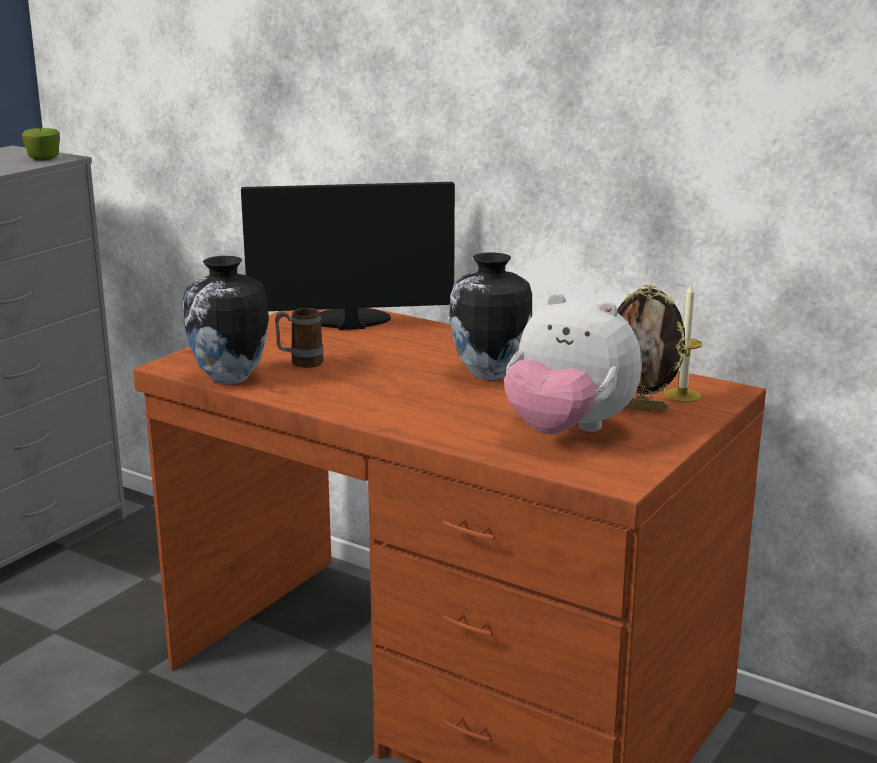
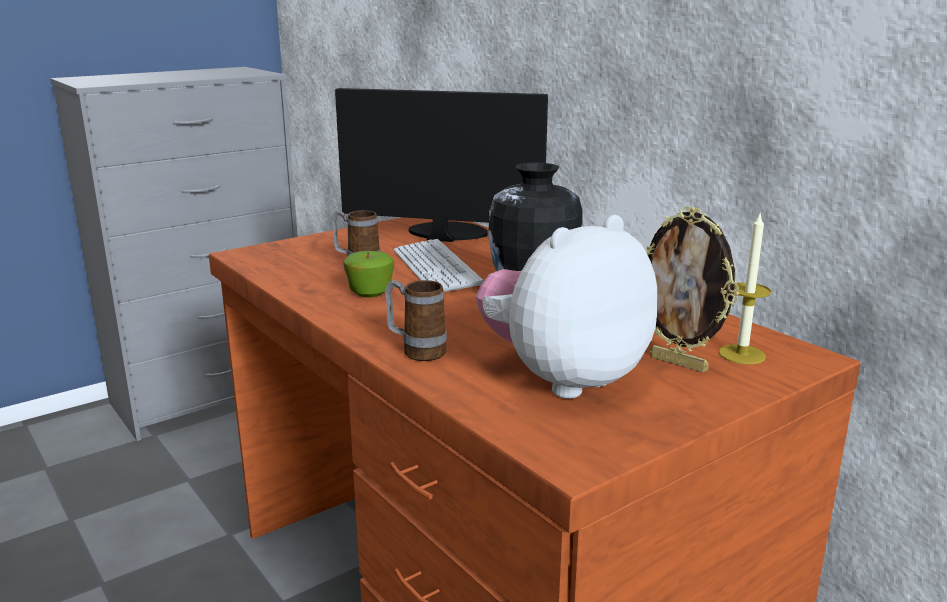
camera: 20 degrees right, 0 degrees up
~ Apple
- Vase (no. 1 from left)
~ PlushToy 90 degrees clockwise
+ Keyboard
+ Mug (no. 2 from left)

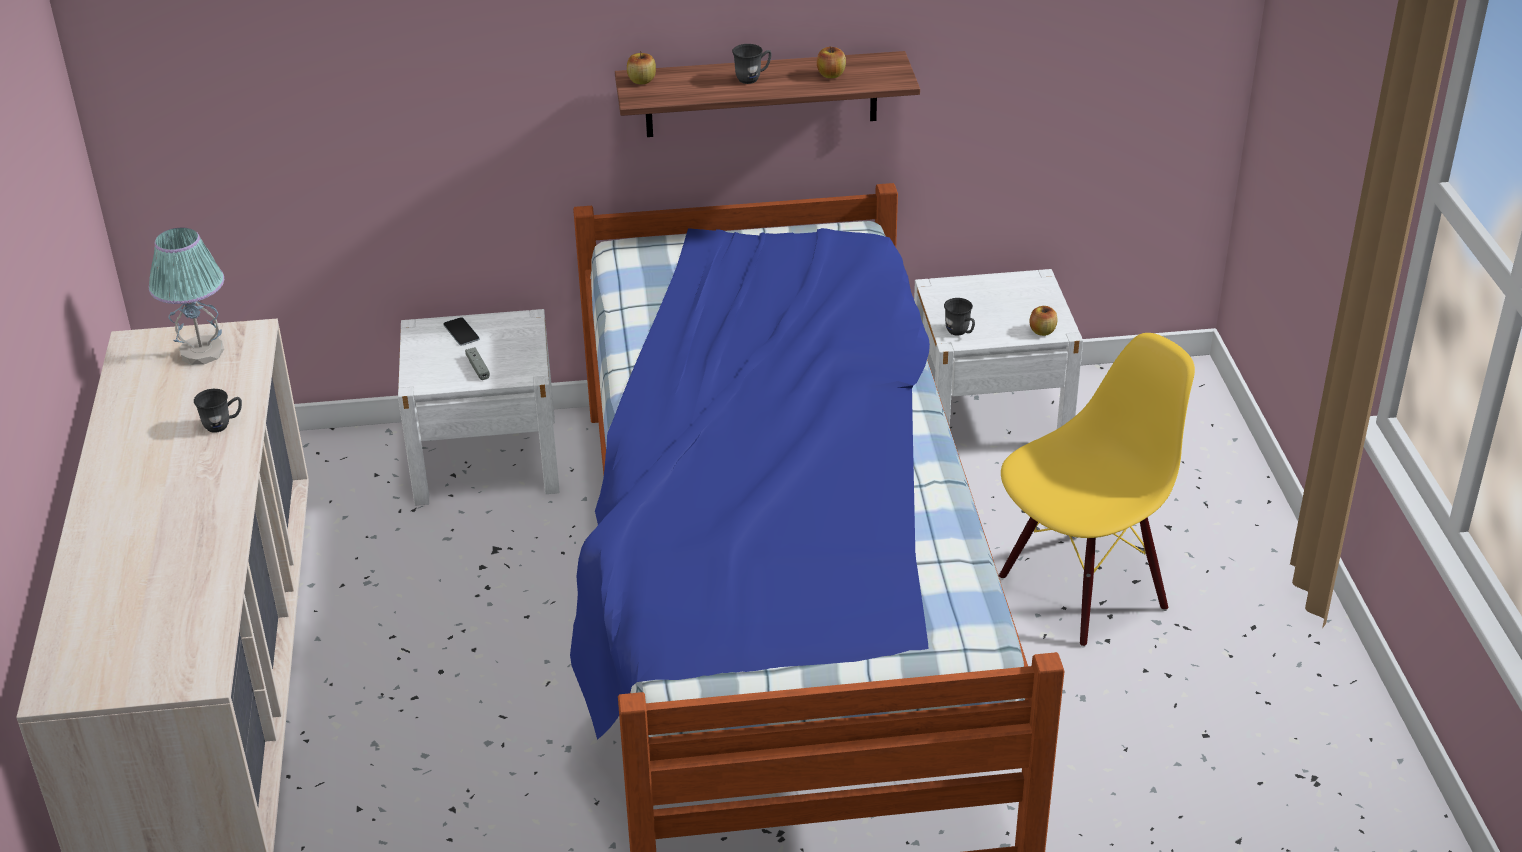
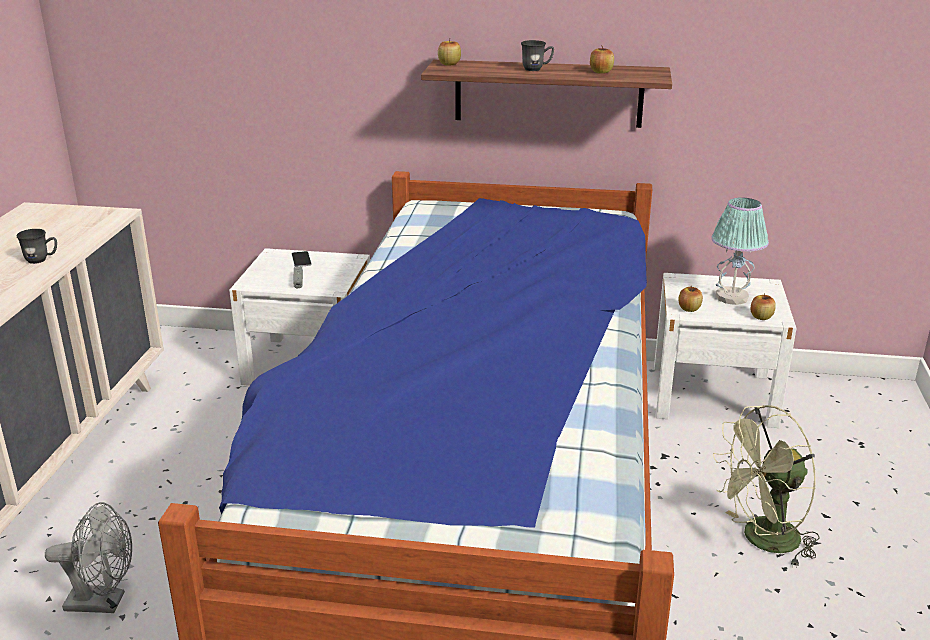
camera: 15 degrees right, 10 degrees down
~ TableLamp
~ GreyMug (no. 3 from left) to Apple (no. 3 from left)
~ YellowChair to GreenFan
+ GreyFan

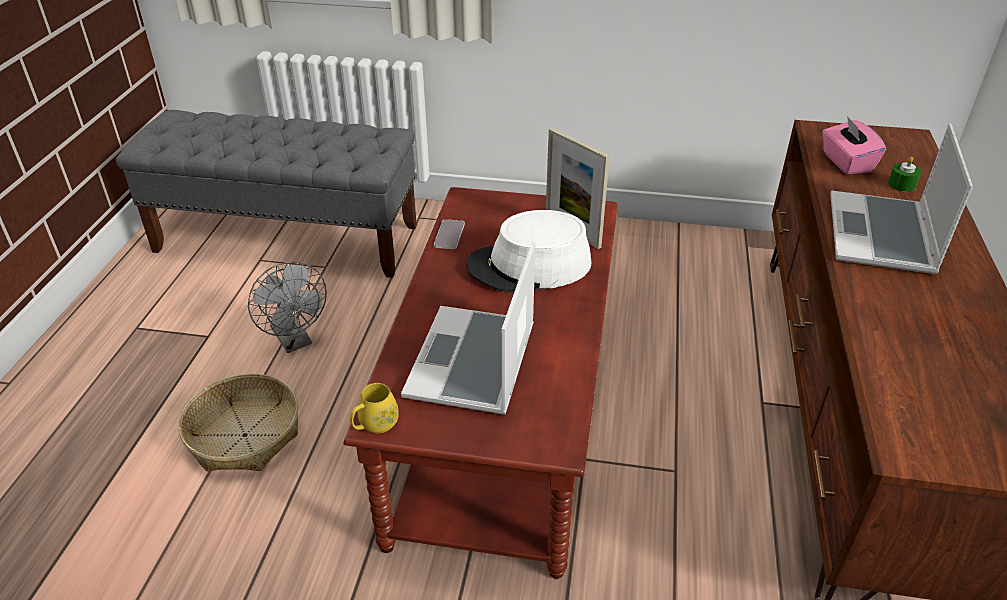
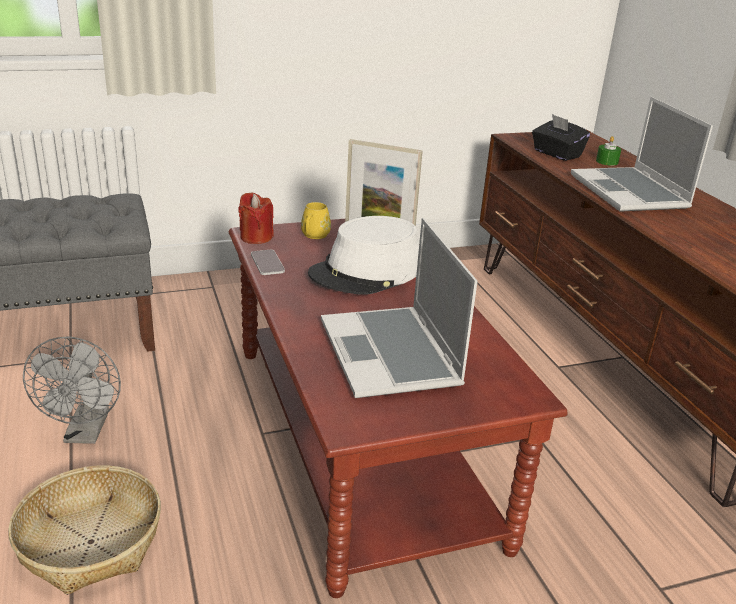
camera: 30 degrees left, 10 degrees down
~ PinkTissueBox to BlackTissueBox
~ GreyFan 60 degrees clockwise
~ YellowMug
+ RedCandle

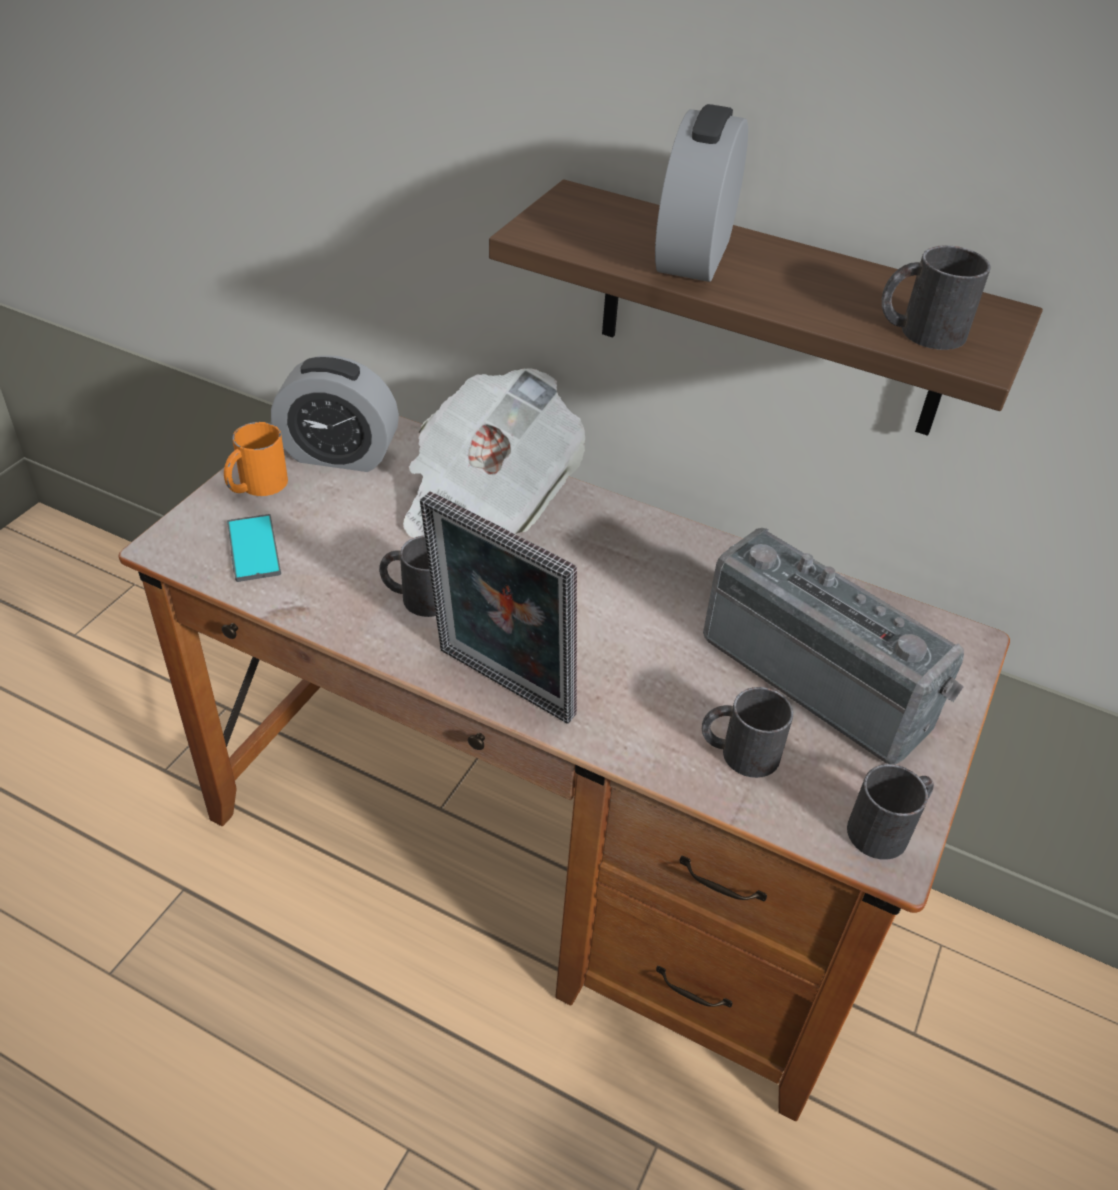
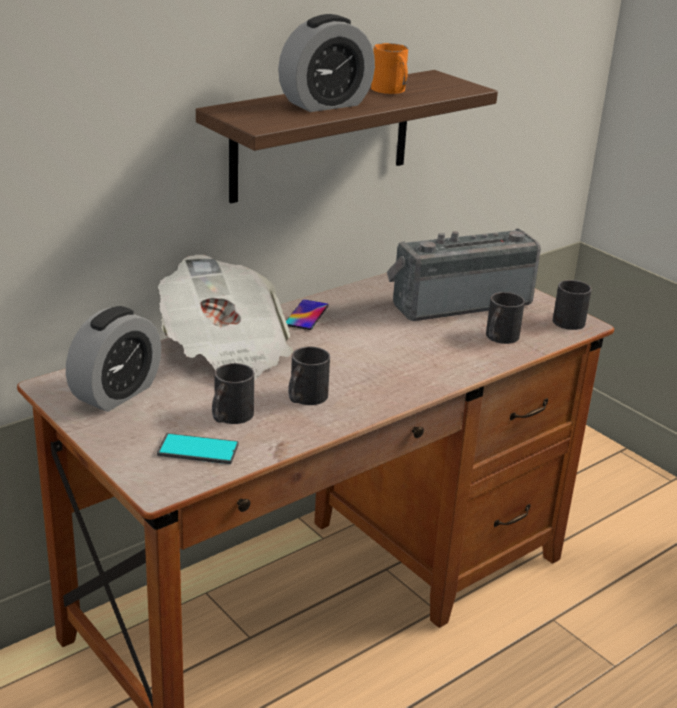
camera: 65 degrees left, 15 degrees down
~ AlarmClock (no. 2 from left) 75 degrees counterclockwise
~ BlackMug (no. 4 from left in the first image) to BlackMug (no. 1 from left)
~ OrangeMug
- PictureFrame
+ Phone (no. 2 from left)

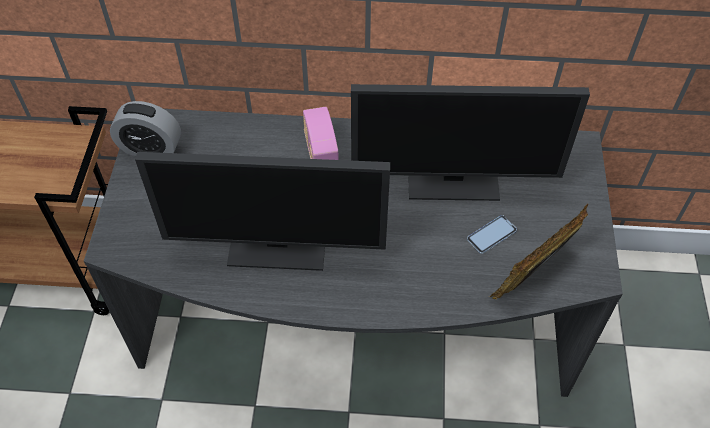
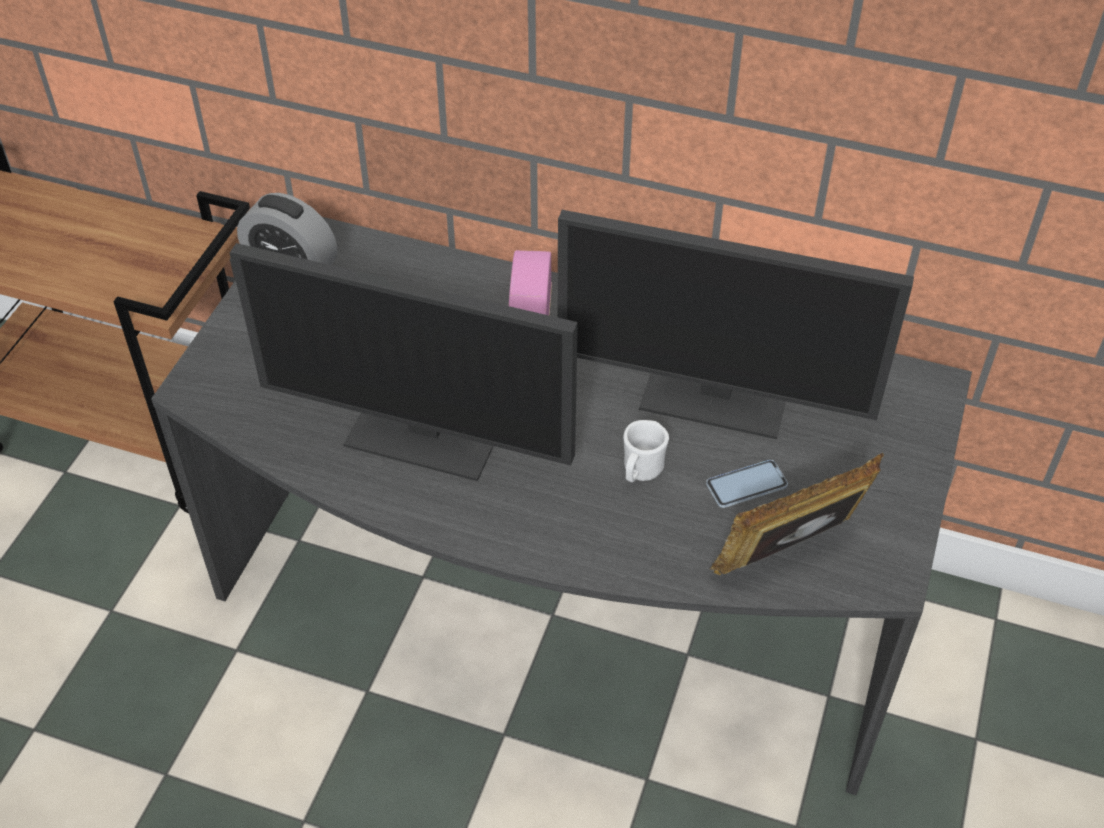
camera: 15 degrees right, 5 degrees down
+ WhiteMug

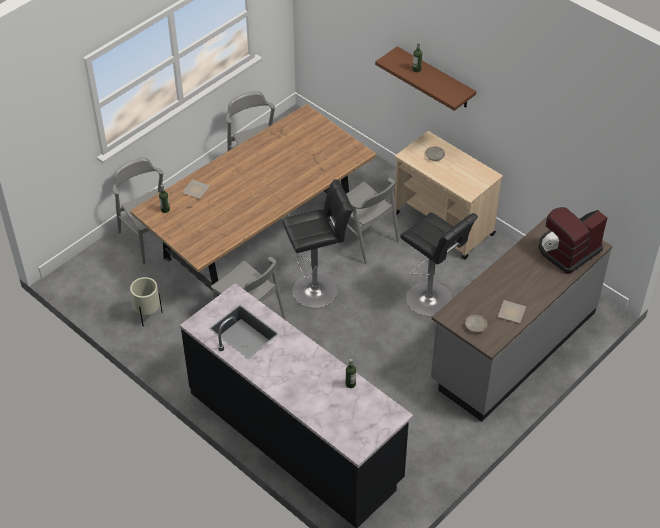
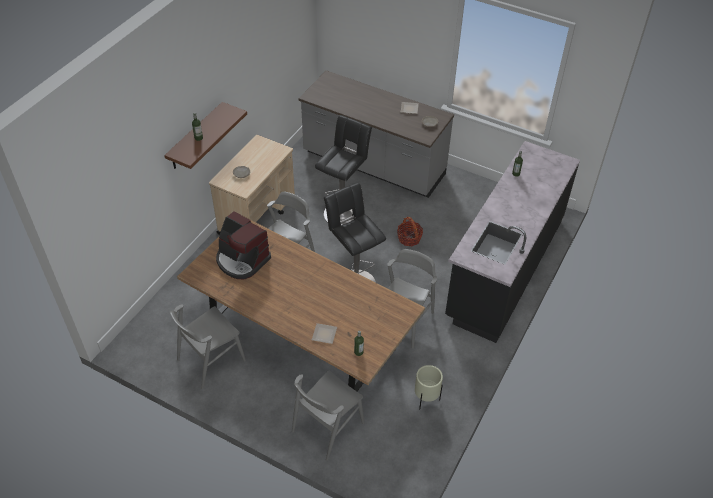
camera: 105 degrees left, 0 degrees up
~ CoffeeMachine
+ Basket

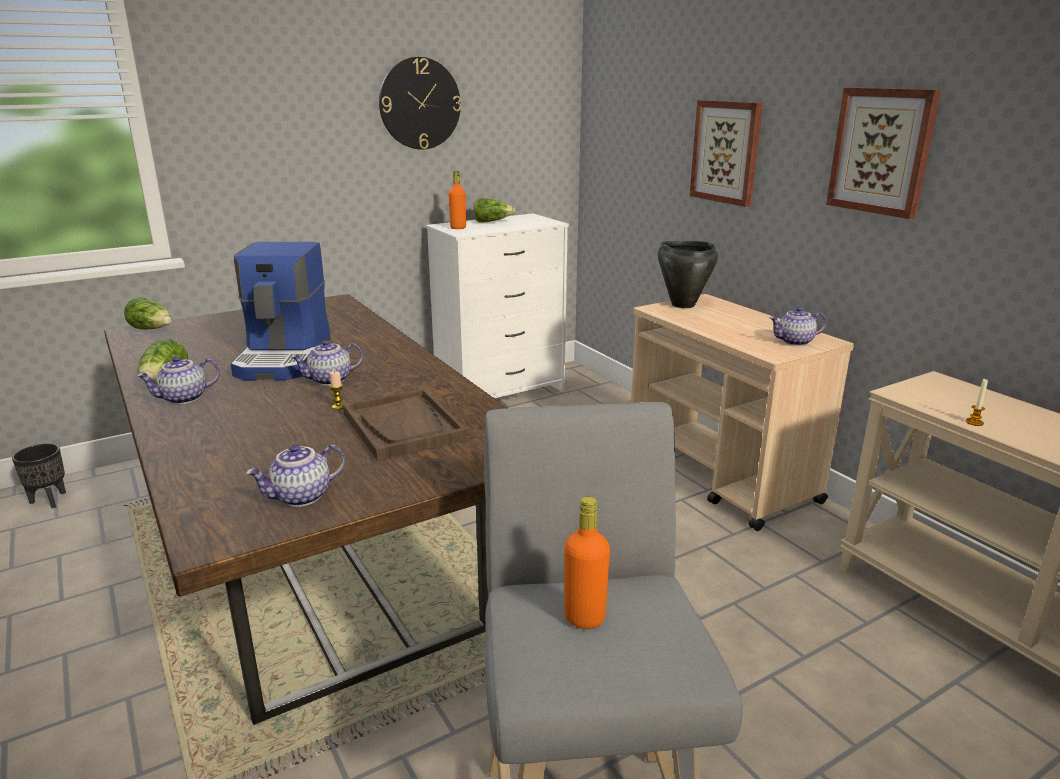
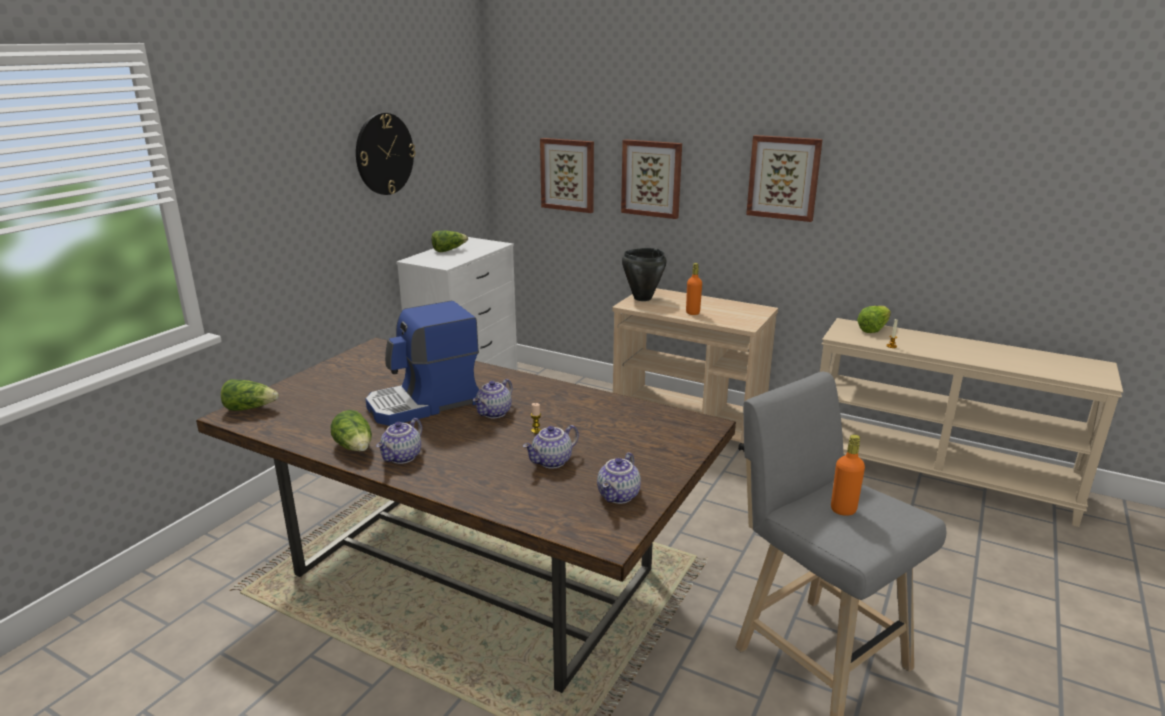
camera: 30 degrees left, 0 degrees up
~ OrangeBottle (no. 1 from left)
~ CoffeeMachine 90 degrees clockwise
~ Teapot (no. 4 from left in the first image) to Teapot (no. 3 from left)
- BrownTray
- BlackPlanter
+ Picture (no. 1 from left)
+ Lettuce (no. 4 from left)

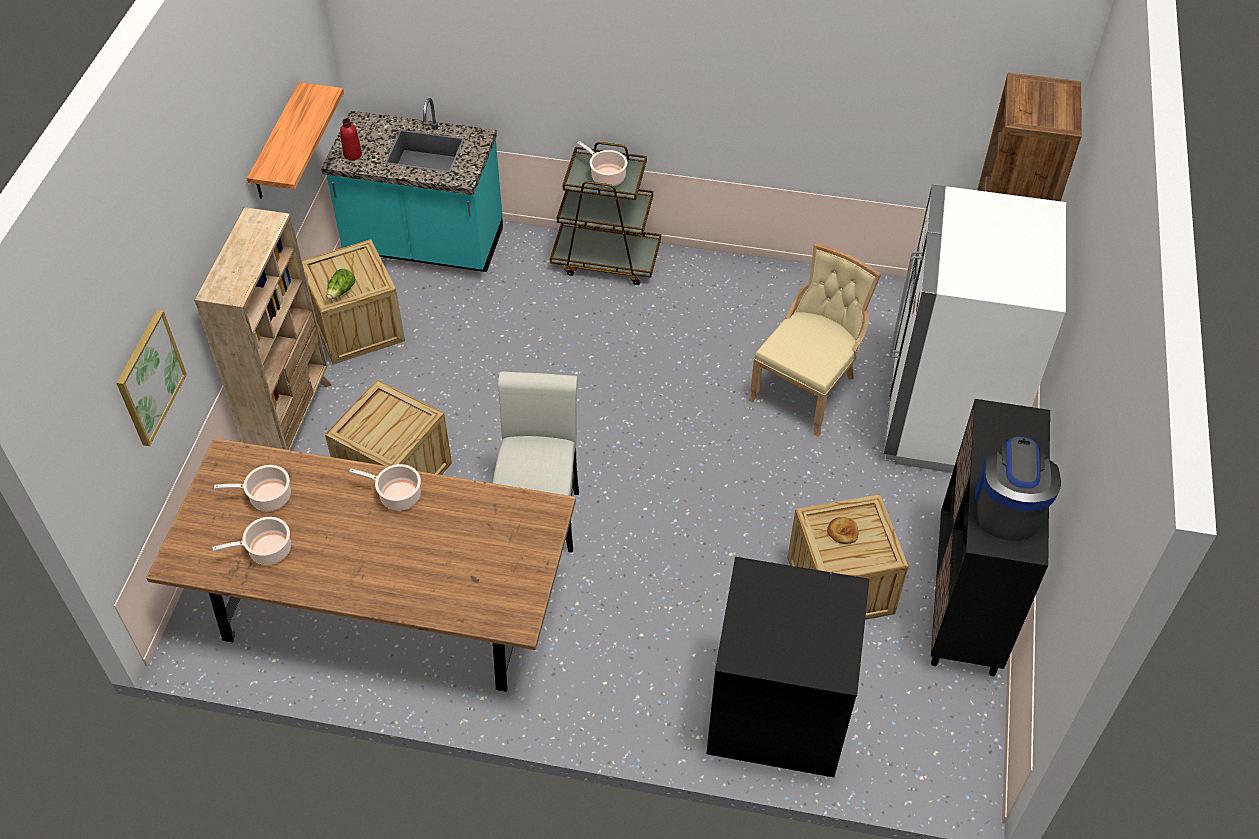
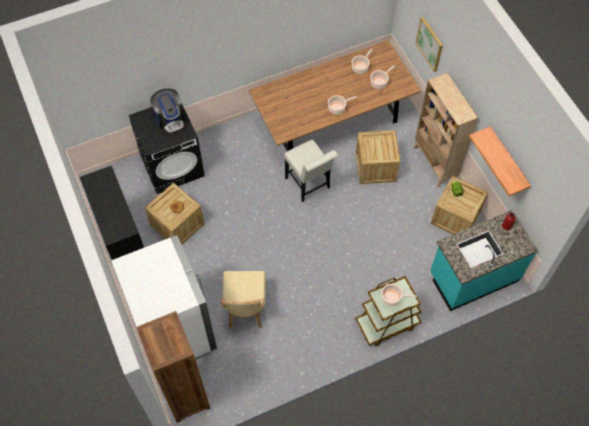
camera: 145 degrees right, 10 degrees up
~ CoffeeMachine

